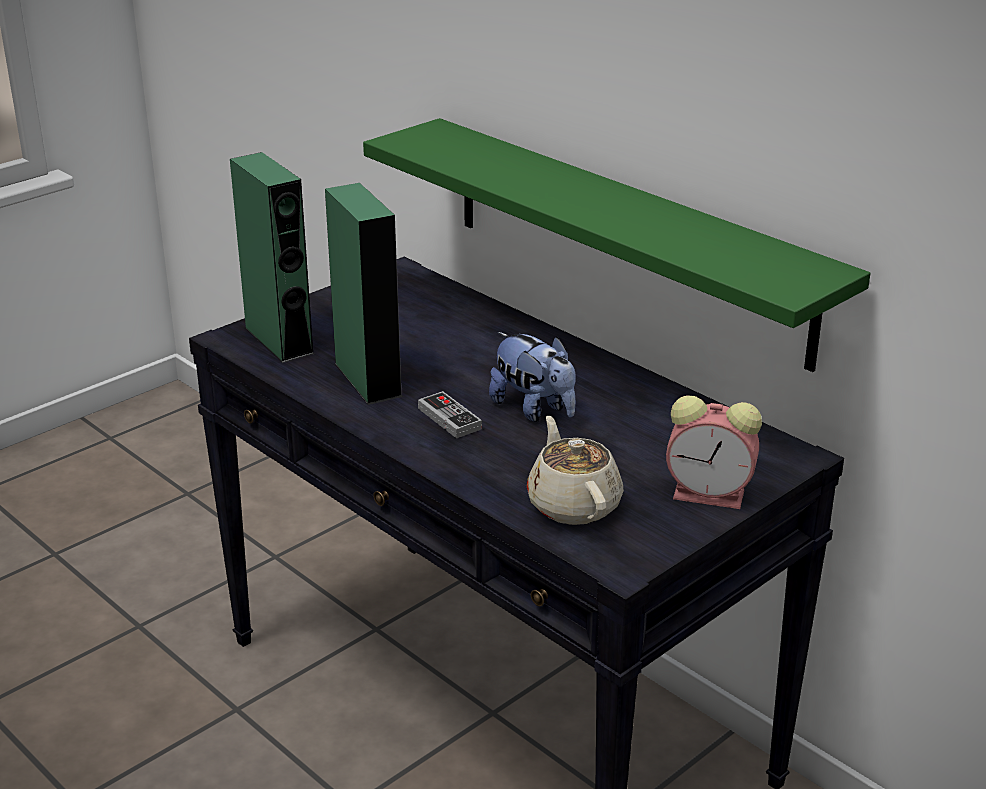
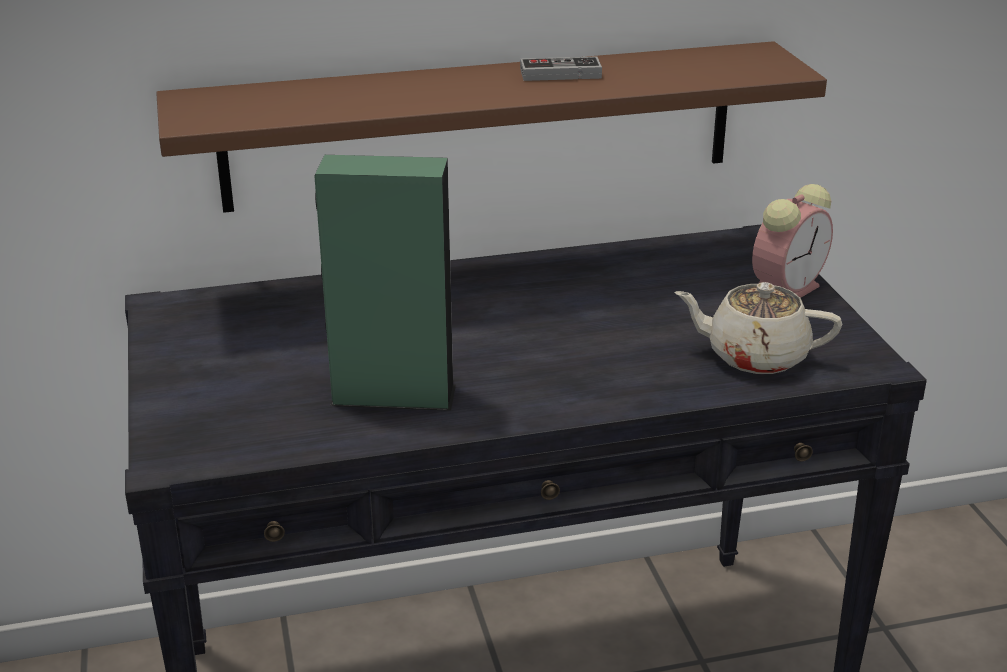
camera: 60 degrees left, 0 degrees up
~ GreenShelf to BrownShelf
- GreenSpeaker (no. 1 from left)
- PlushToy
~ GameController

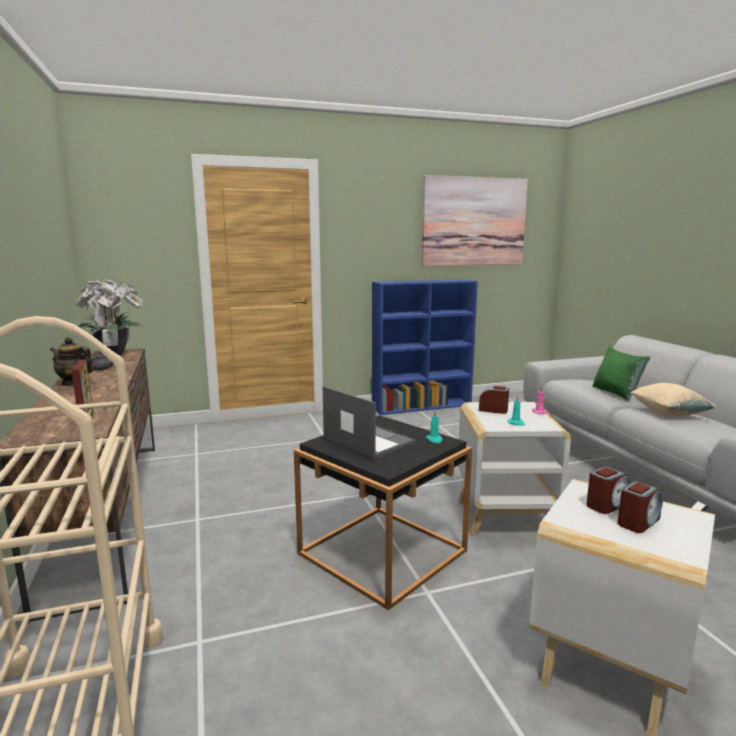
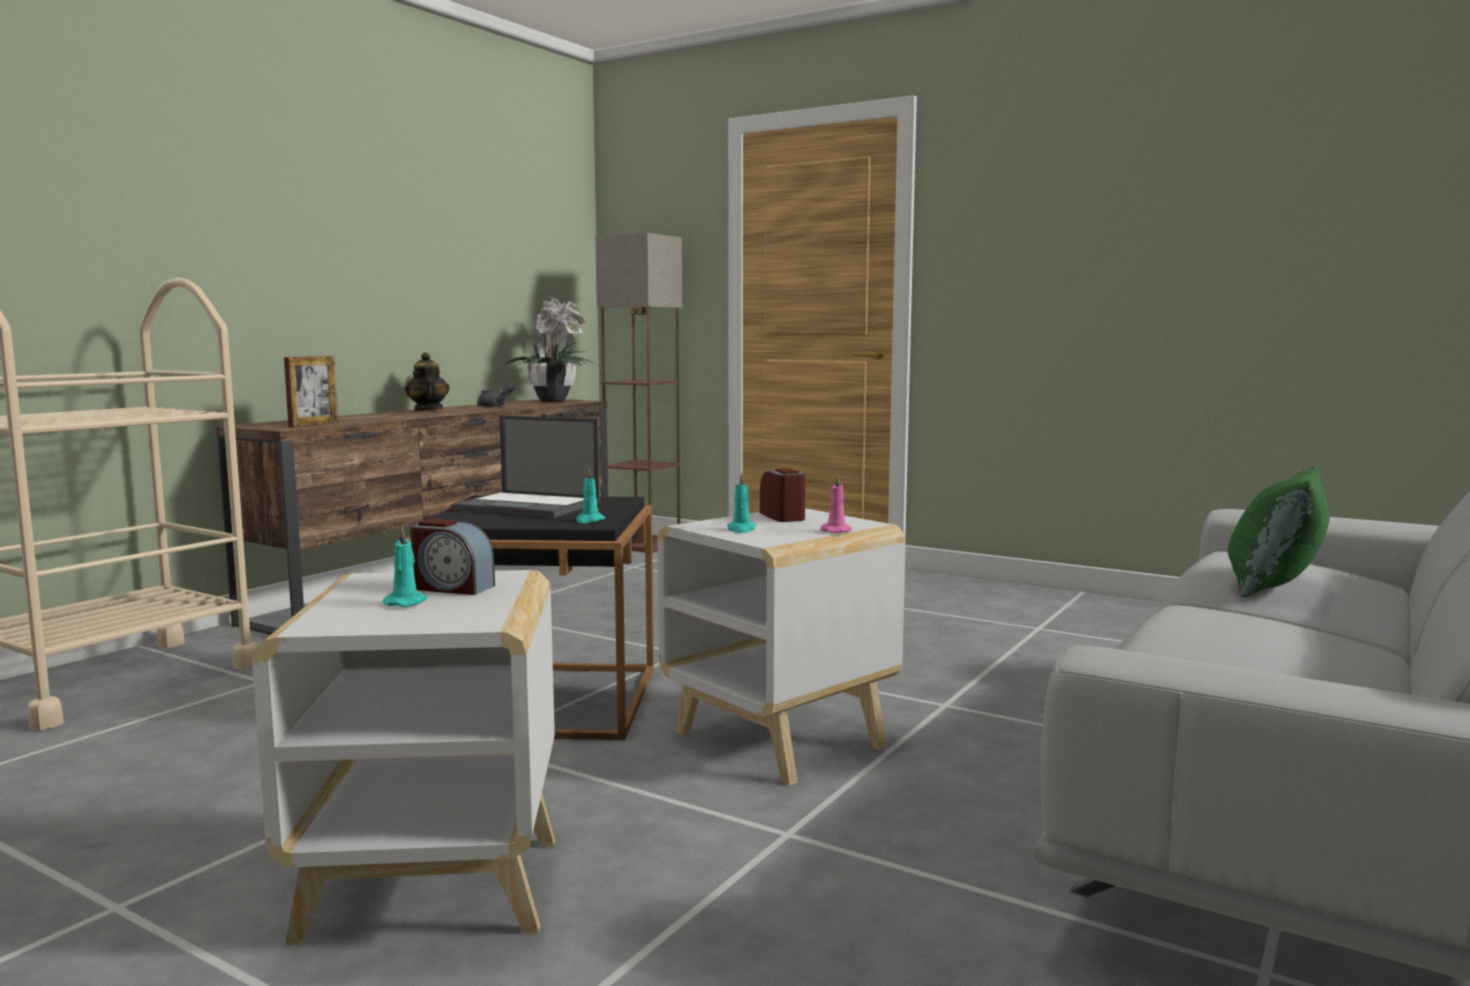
camera: 50 degrees right, 5 degrees down
- Picture
- BlueBookcase
- BeigePillow
~ Laptop 105 degrees clockwise
~ AlarmClock (no. 3 from left) to TurquoiseCandle (no. 1 from left)
+ FloorLamp

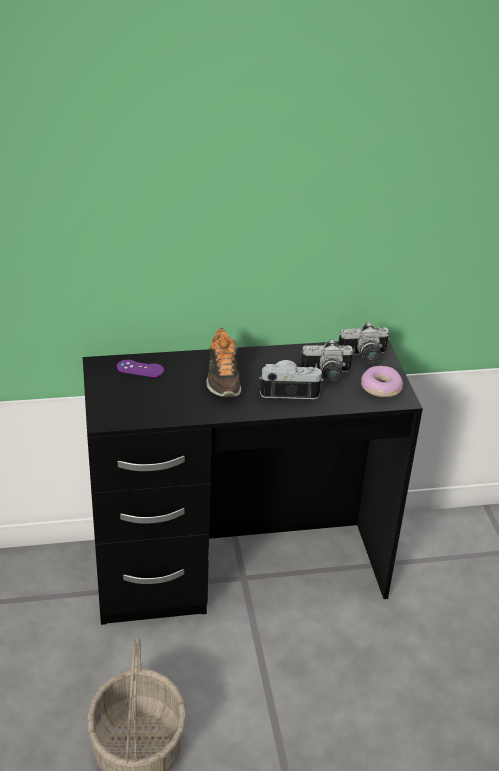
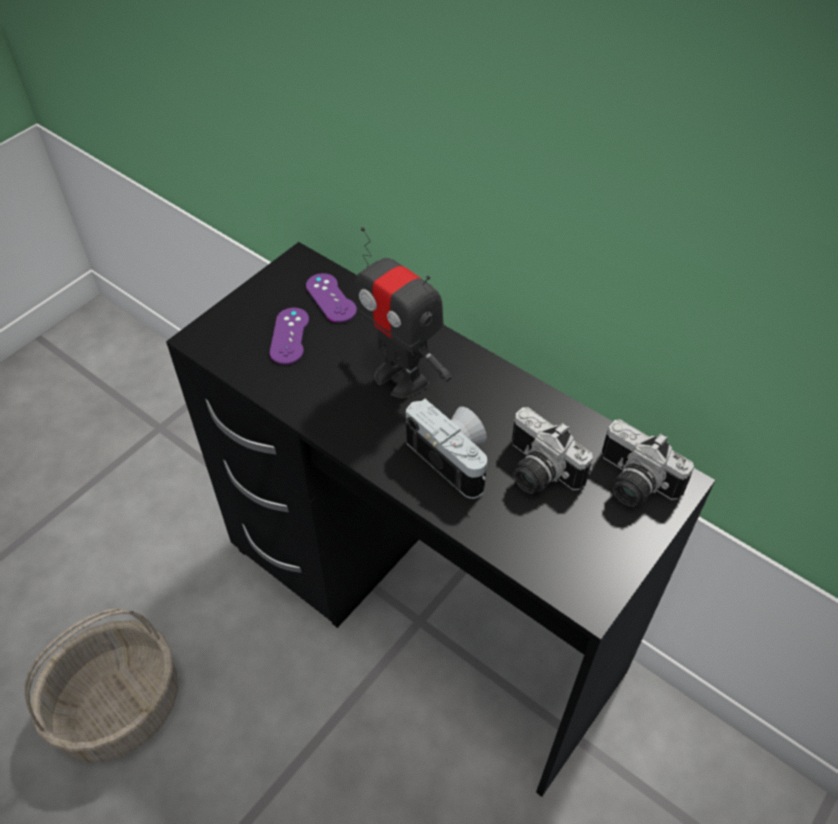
camera: 50 degrees right, 15 degrees up
~ Shoe to ToyRobot
- Donut
+ PurpleGameController (no. 1 from left)

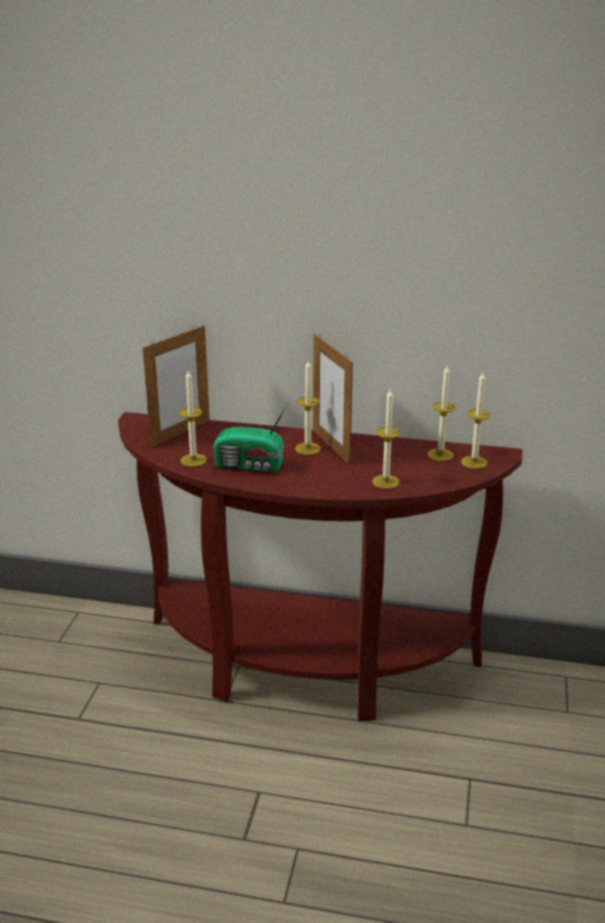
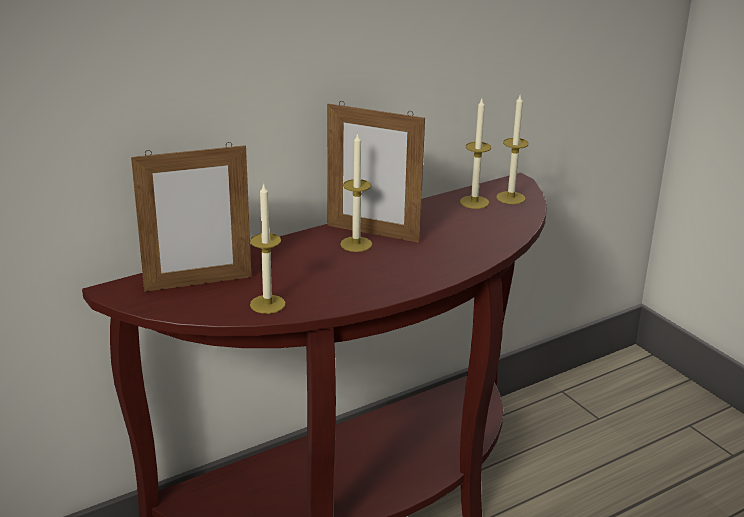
camera: 45 degrees left, 0 degrees up
~ PictureFrame (no. 1 from left) 75 degrees clockwise
- Candle (no. 3 from left)
- Radio

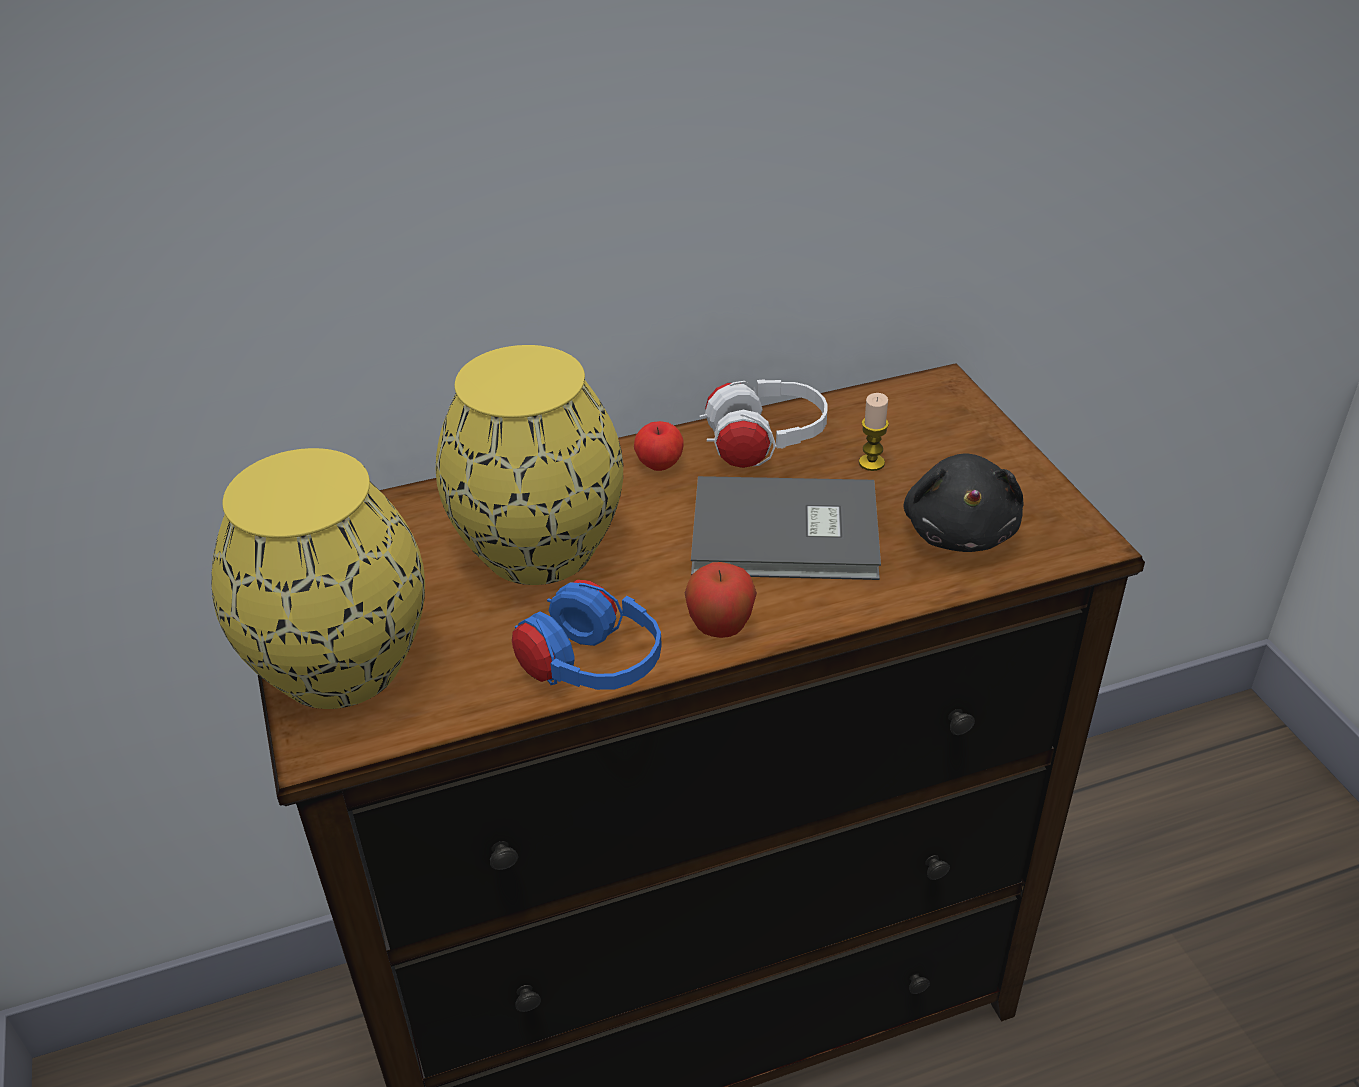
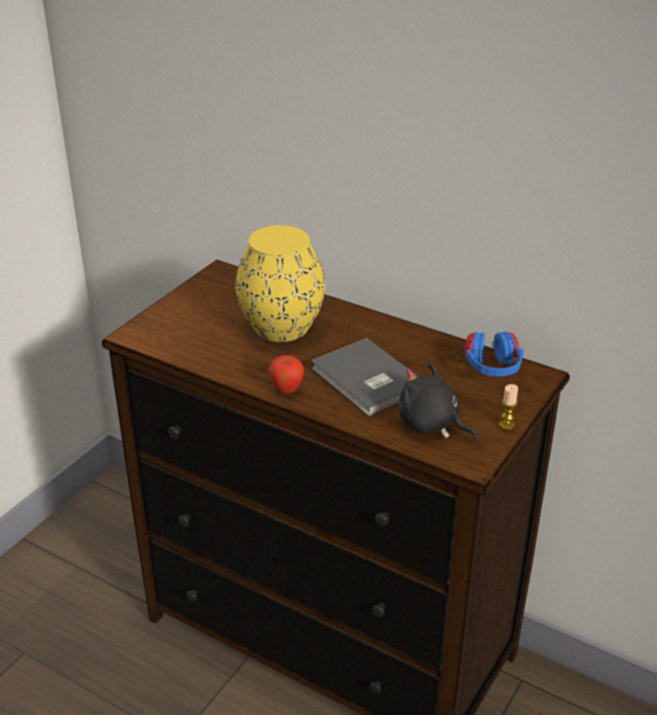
camera: 50 degrees right, 5 degrees down
- WhiteHeadphones
~ Candle
- Apple (no. 1 from left)
- YellowVase (no. 1 from left)
~ BlackPlushToy 75 degrees clockwise
~ BlueHeadphones

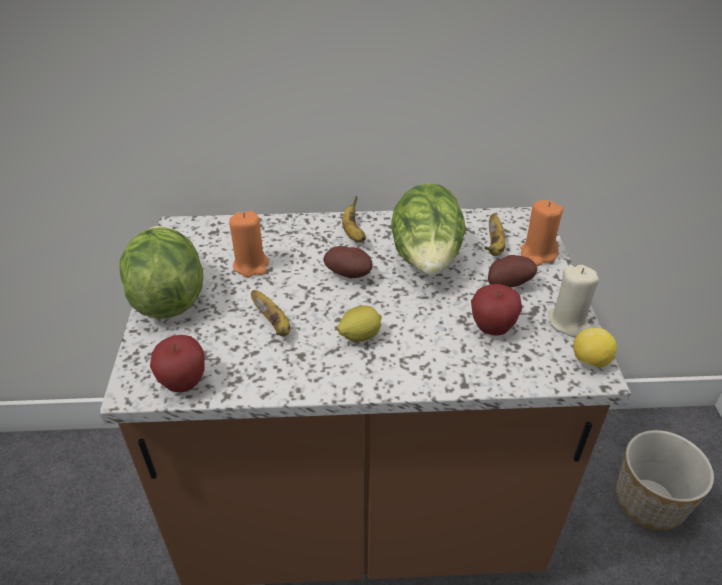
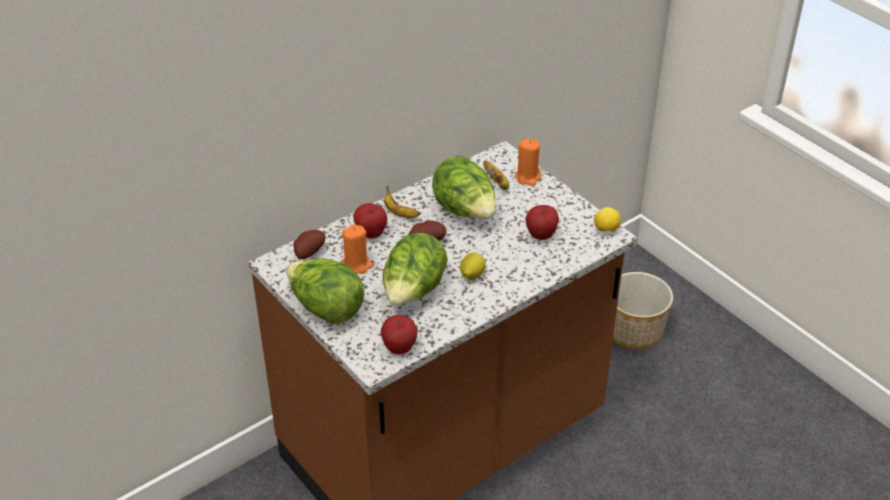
camera: 35 degrees left, 0 degrees up
~ Potato (no. 2 from left in the first image) to Potato (no. 1 from left)
- BeigeCandle
~ Banana (no. 1 from left) to Lettuce (no. 2 from left)
+ Apple (no. 1 from left)

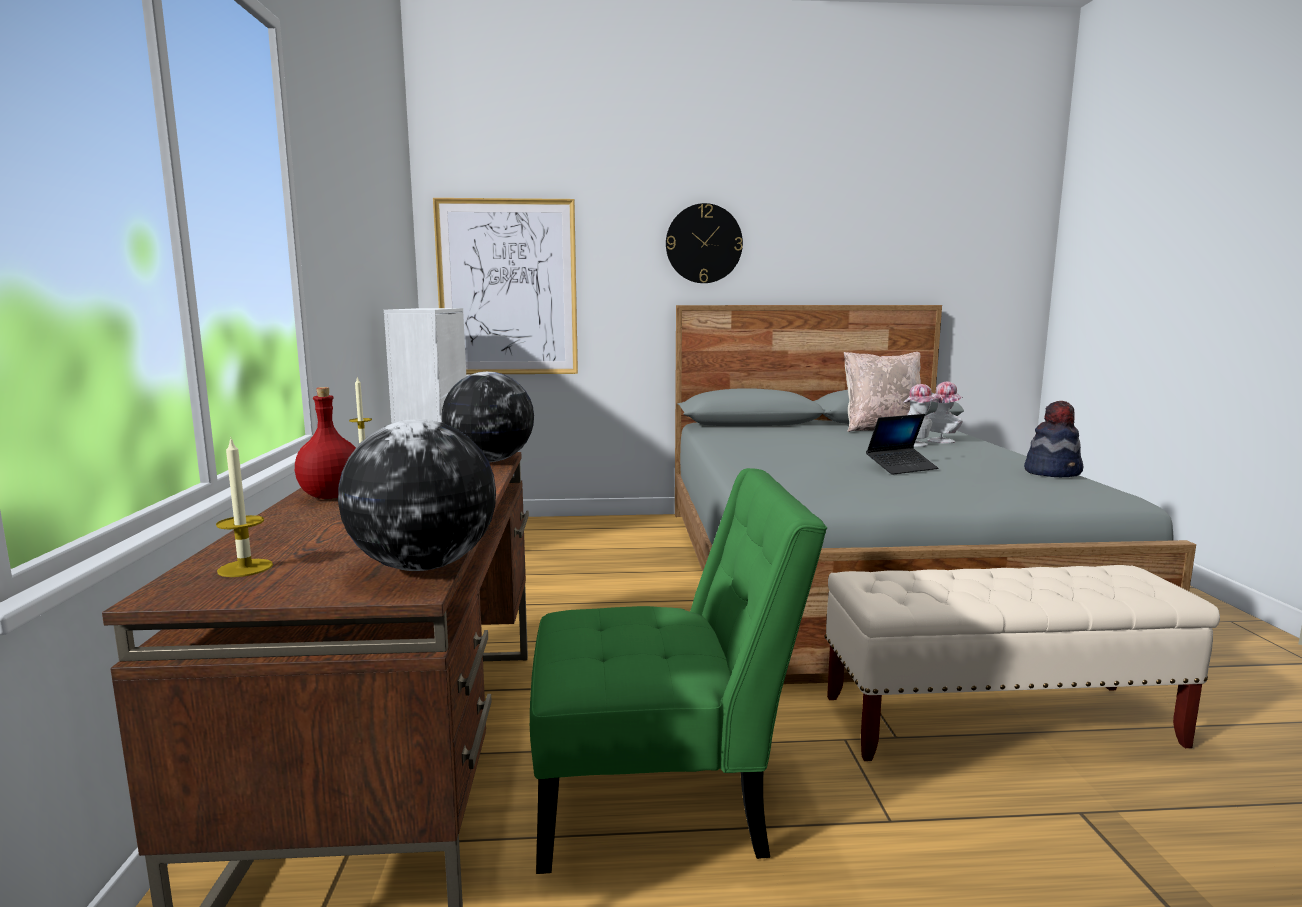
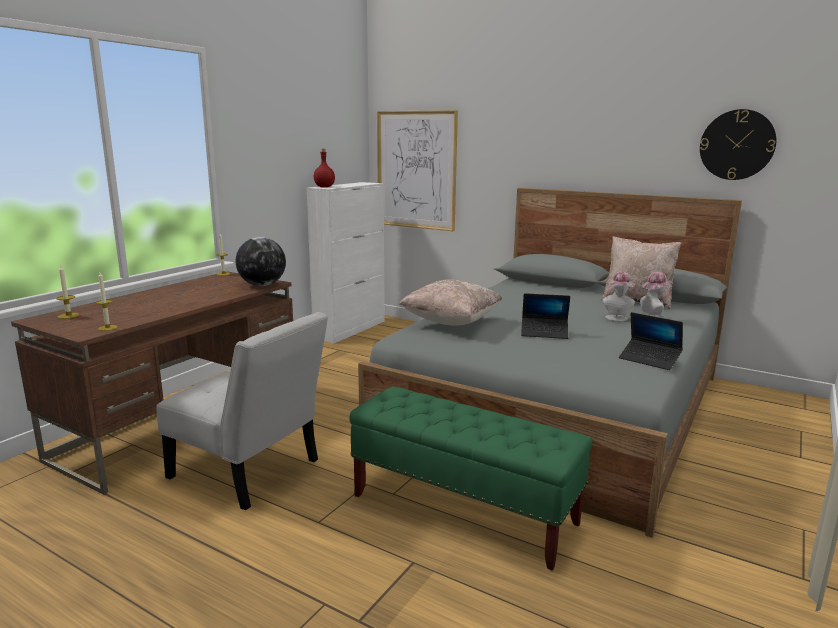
camera: 35 degrees right, 5 degrees up
~ WallClock
~ RedBottle
~ Hat (no. 3 from left) to Laptop (no. 2 from left)
~ Globe (no. 1 from left) to Candle (no. 2 from left)
~ GreenChair to WhiteChair
~ BeigeBench to GreenBench
+ BeigePillow (no. 1 from left)

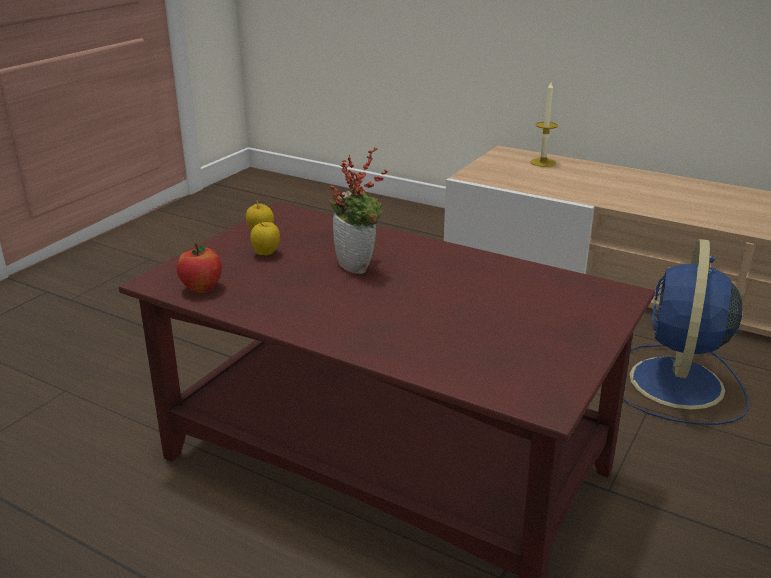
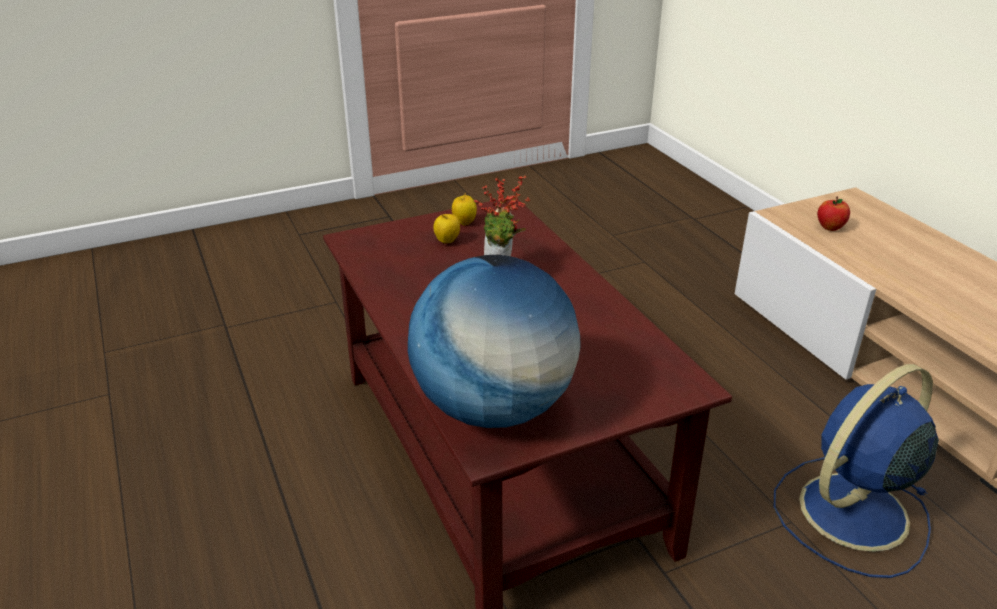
camera: 35 degrees right, 5 degrees up
- Candle
~ Apple (no. 1 from left in the first image) to Apple (no. 3 from left)
+ Globe

